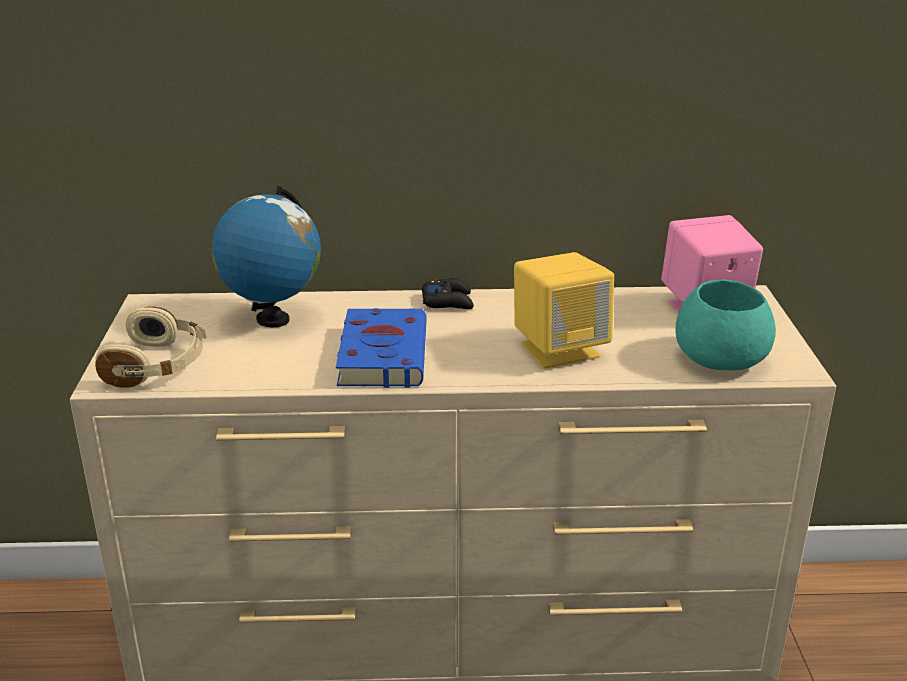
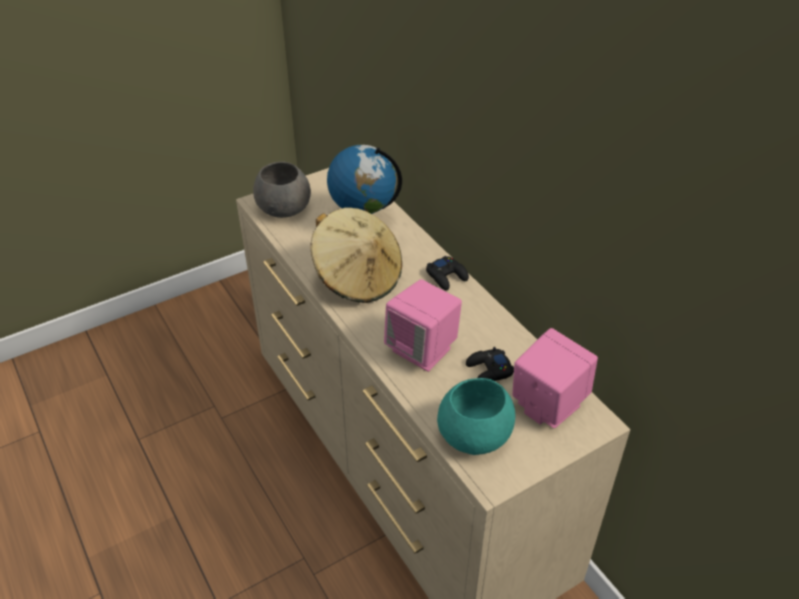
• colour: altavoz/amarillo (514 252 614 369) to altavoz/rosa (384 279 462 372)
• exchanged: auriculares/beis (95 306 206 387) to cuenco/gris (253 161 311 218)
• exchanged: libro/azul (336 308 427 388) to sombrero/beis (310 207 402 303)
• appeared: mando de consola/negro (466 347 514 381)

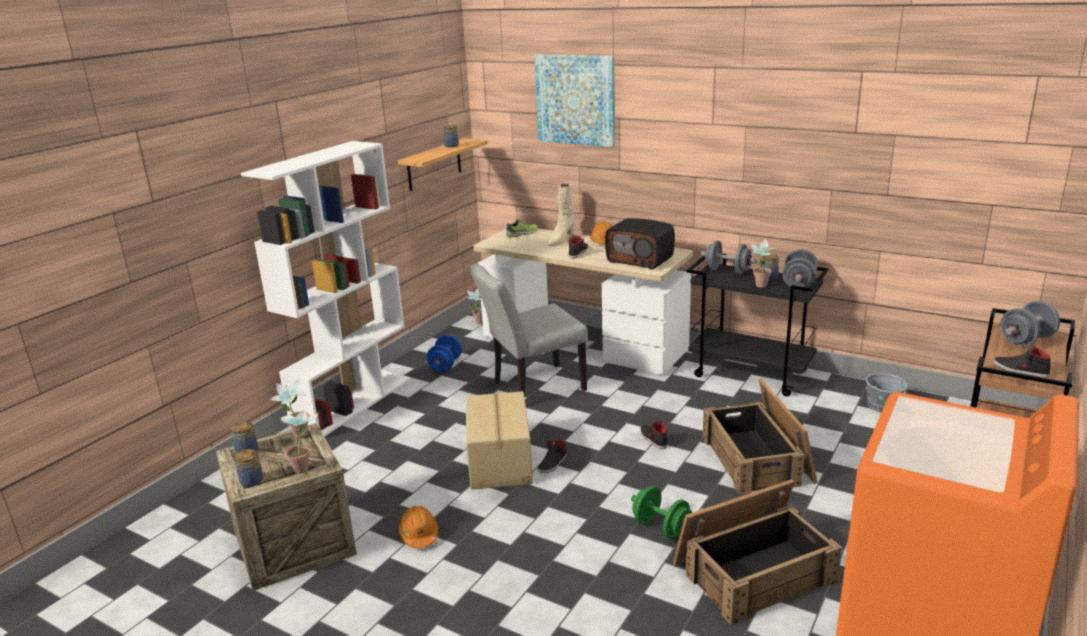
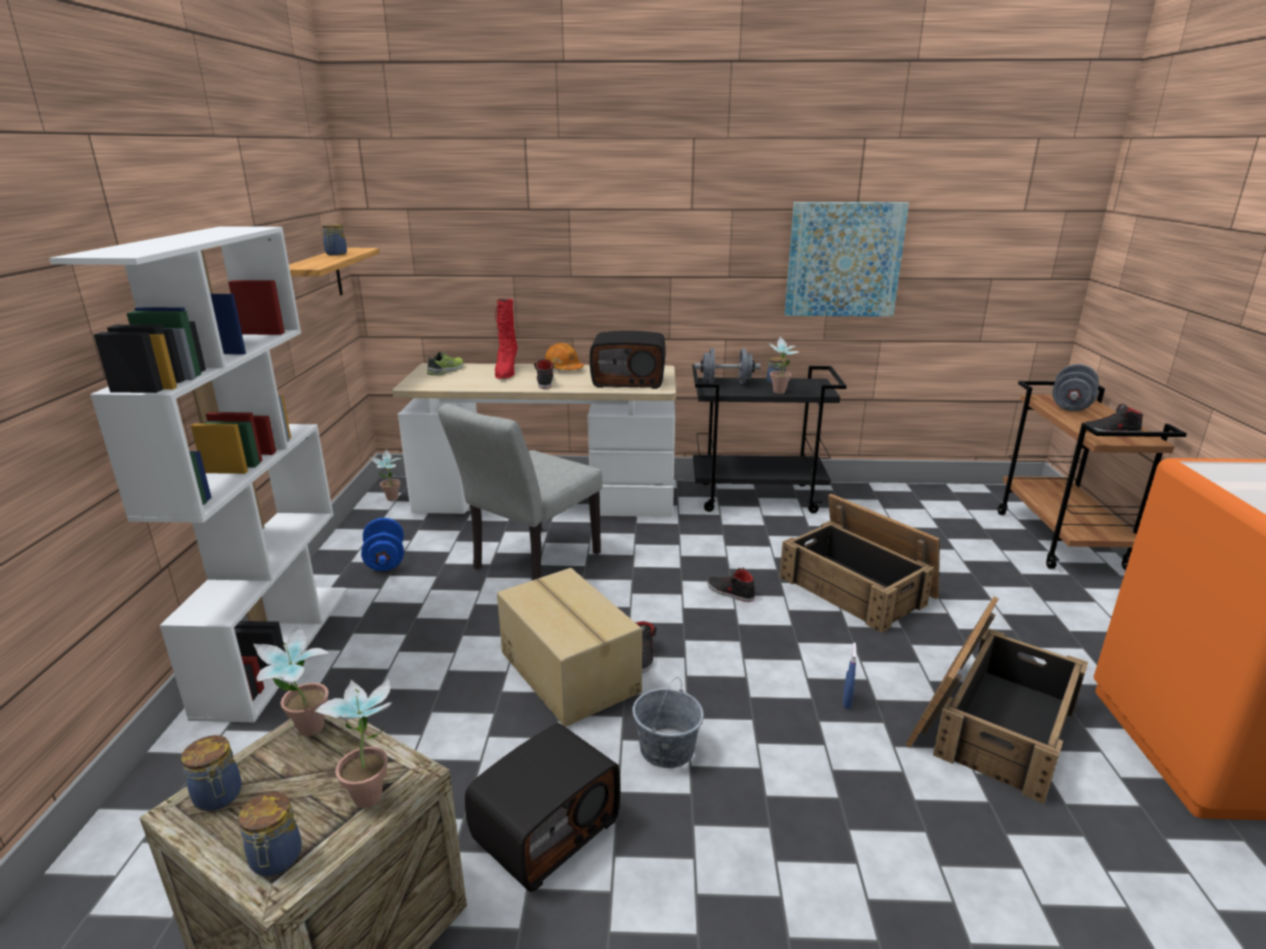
• relocated: cuadro (534 54 615 147) to (785 202 909 317)
• colour: bota/beis (548 184 576 246) to bota/rojo (495 299 518 379)
• missing: mancuerna/gris (782 249 818 287)
• relocated: cubo/gris (866 364 908 412) to (632 677 704 768)
• exchanged: mancuerna/verde (631 486 692 539) to pulverizador/azul (843 643 857 709)
• exchanged: casco/naranja (399 506 438 548) to radio (465 723 621 892)

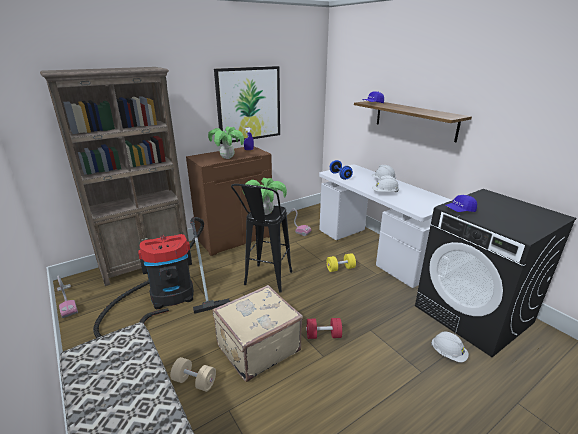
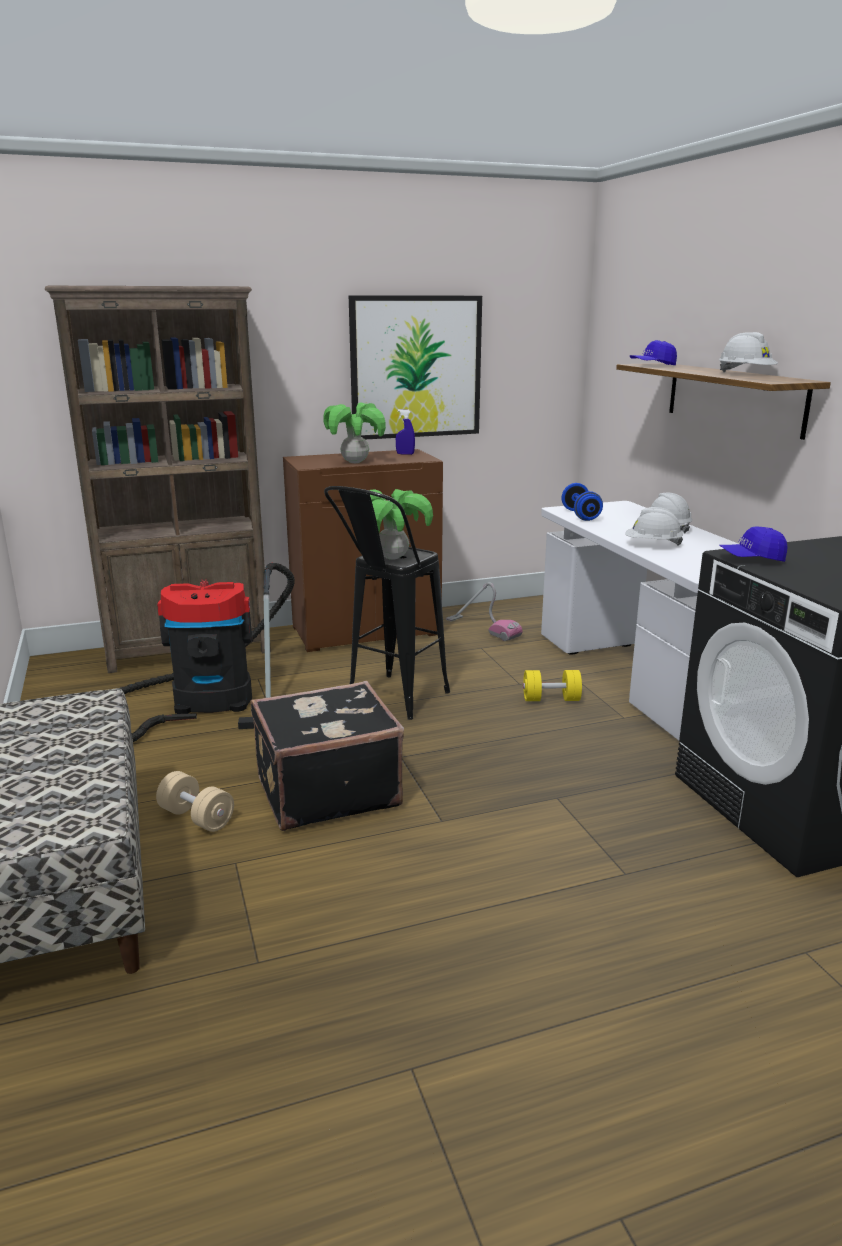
• missing: aspiradora (57 275 78 318)
• colour: maleta/beis (212 285 303 382) to maleta/negro (251 681 404 831)
• missing: mancuerna/rojo (306 318 342 339)
• relocated: casco/blanco (431 332 469 362) to (719 332 778 372)

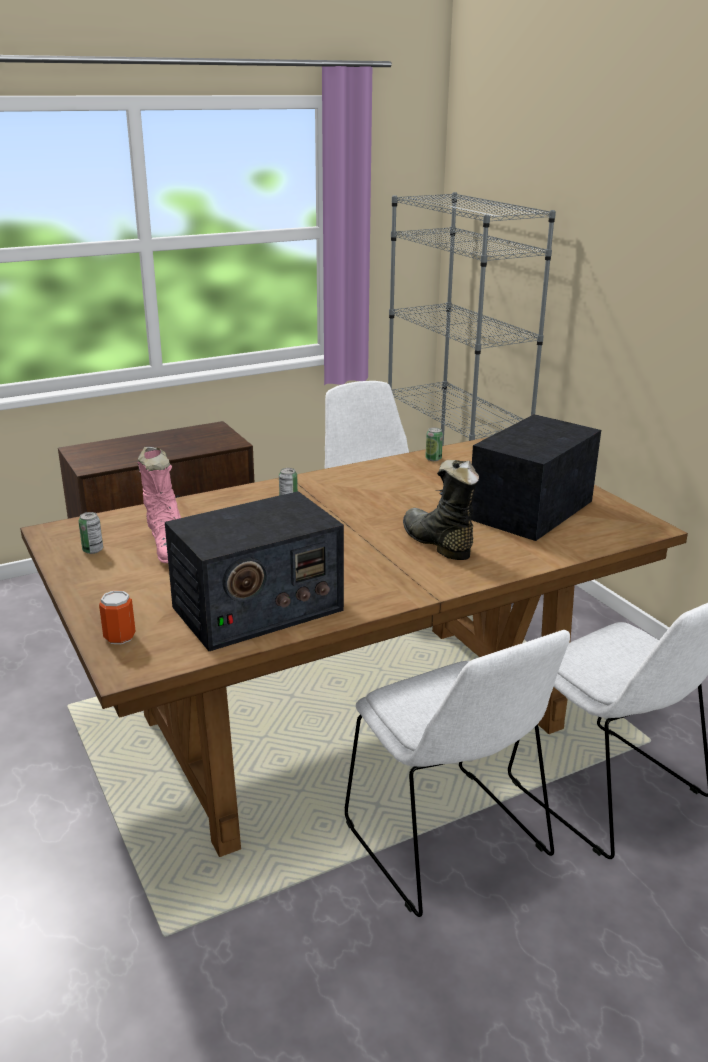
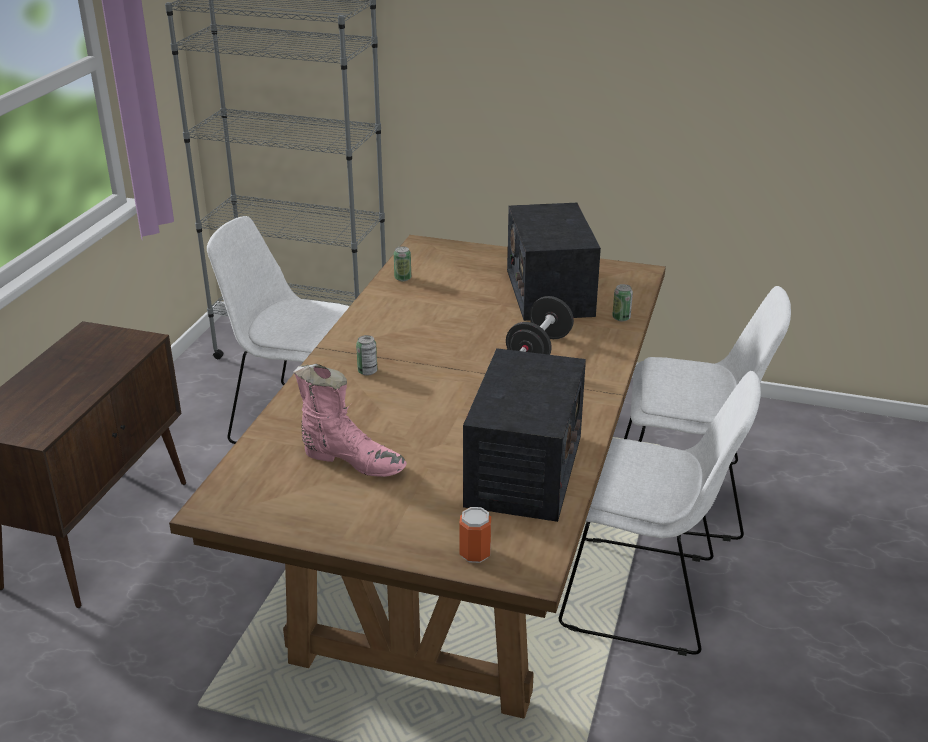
• exchanged: bota/negro (403 460 479 560) to mancuerna/negro (506 296 574 355)
• relocated: lata (78 512 103 554) to (612 284 633 321)

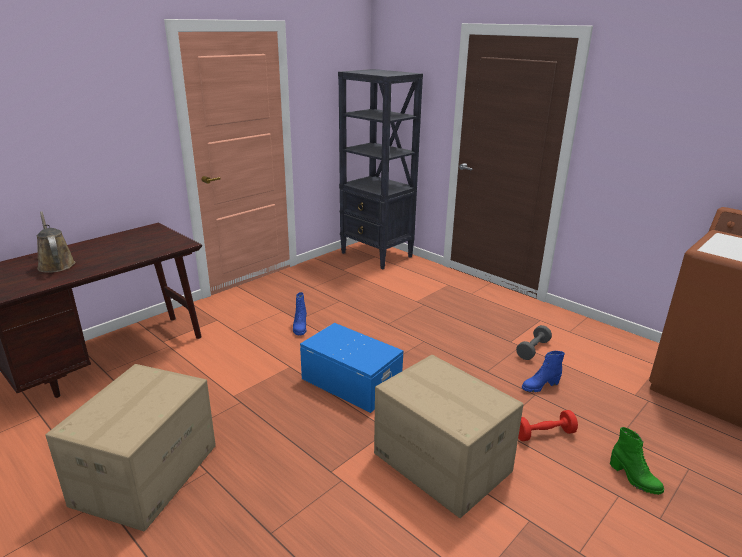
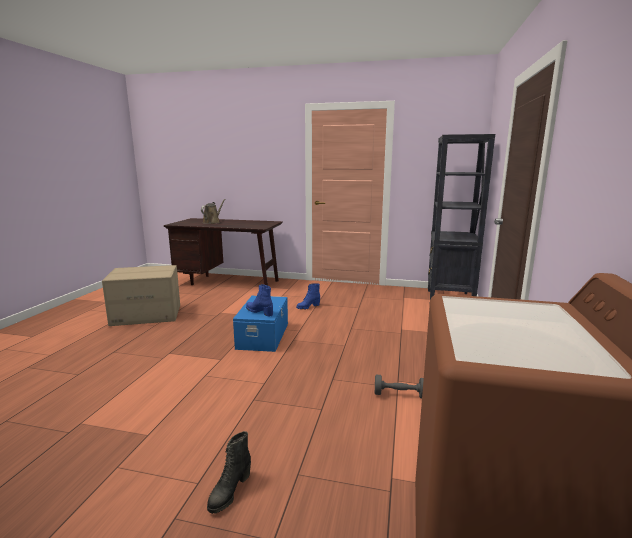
• relocated: bota/azul (522 351 565 392) to (246 284 273 316)
• missing: caja de cartón (374 355 523 518)
• missing: mancuerna/rojo (518 410 578 441)
• colour: bota/verde (610 427 664 495) to bota/negro (207 431 251 514)

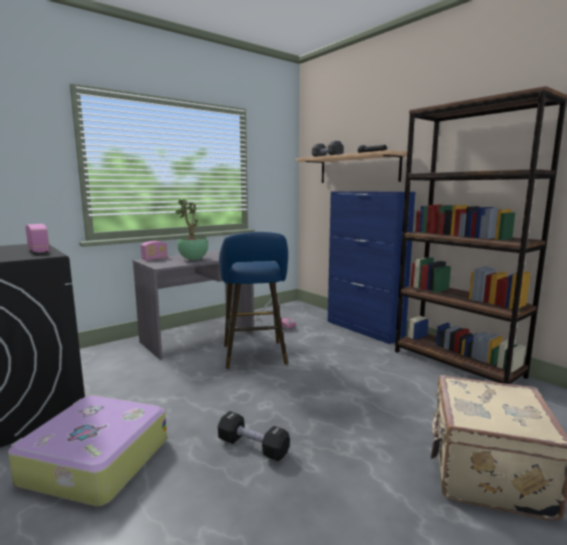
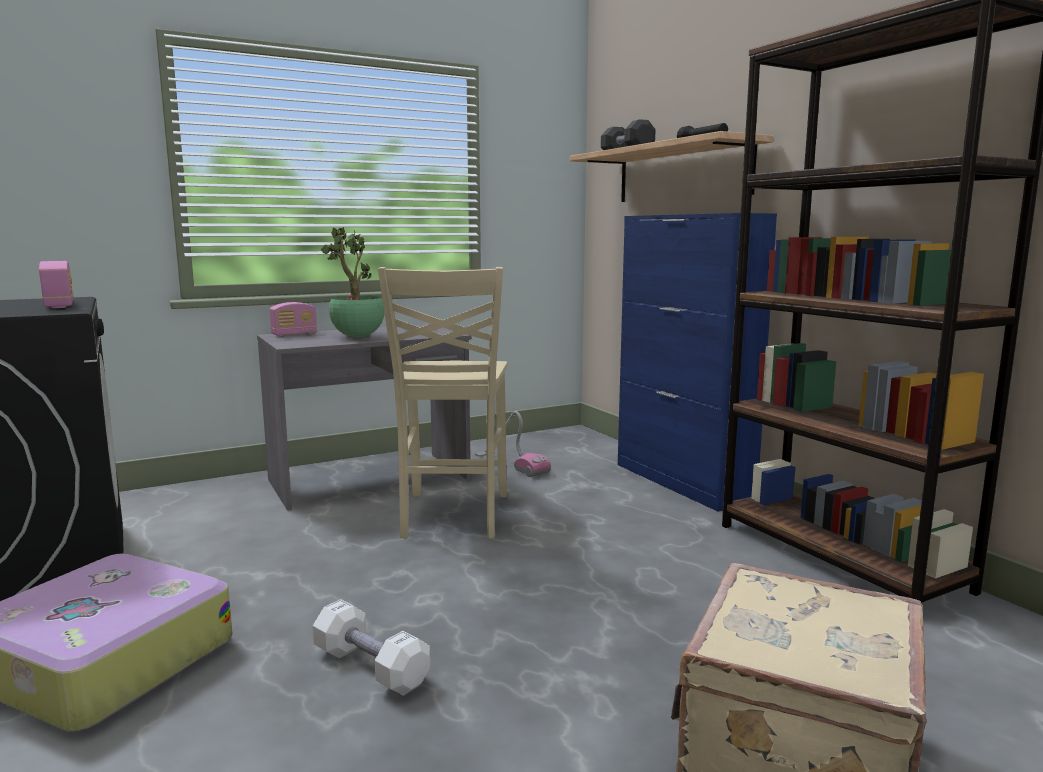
• exchanged: taburete/azul (219 232 288 369) to silla/beis (378 267 507 539)
• colour: mancuerna/negro (218 411 290 461) to mancuerna/blanco (313 599 430 696)

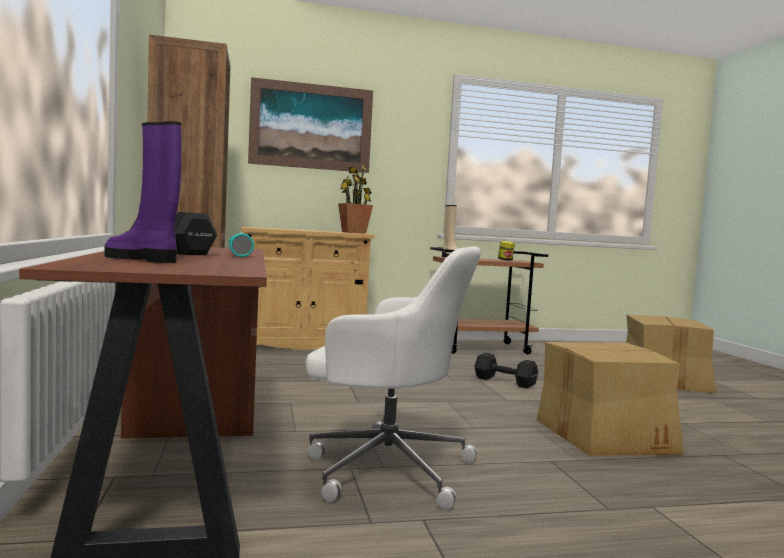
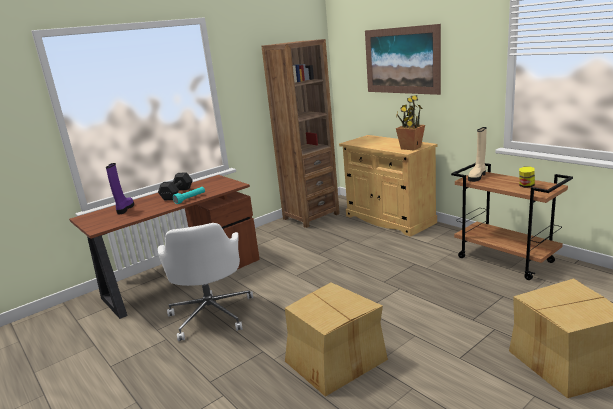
• missing: mancuerna/negro (474 353 538 389)

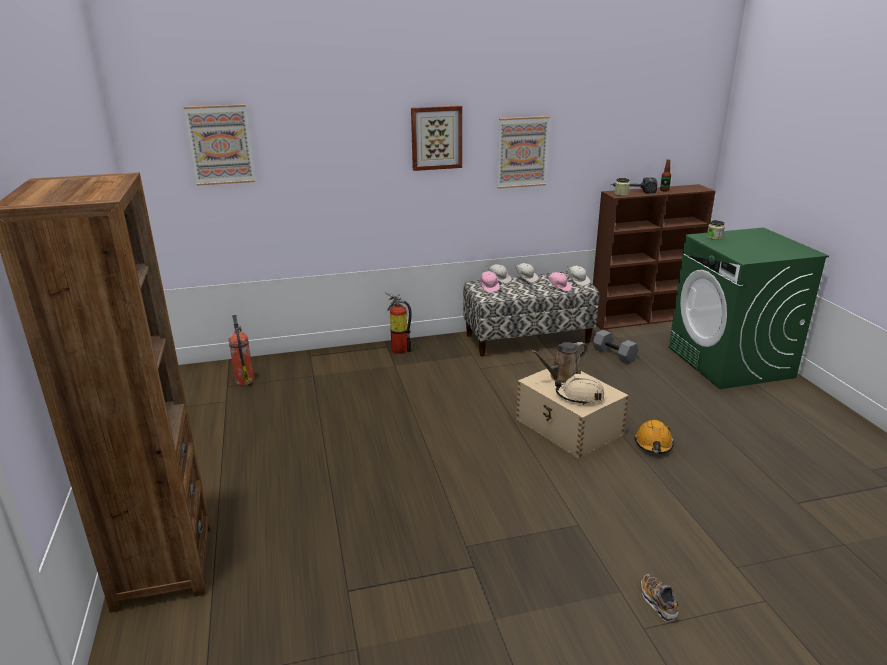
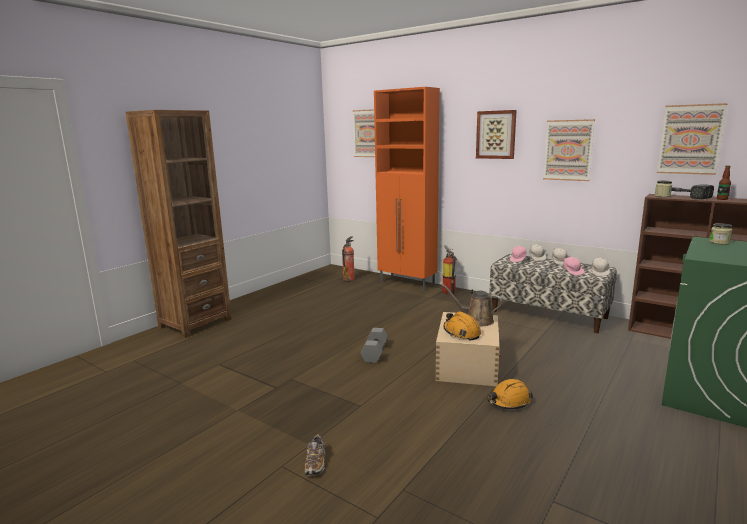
• relocated: mancuerna/gris (593 330 638 363) to (360 328 388 363)
• colour: casco/beis (555 374 605 405) to casco/naranja (443 312 481 341)
• spun: zapato (641 574 678 622) = (305 434 326 476) 150 degrees clockwise
• appeared: armario/naranja (374 87 440 290)
• appeared: cuadro (657 103 728 175)

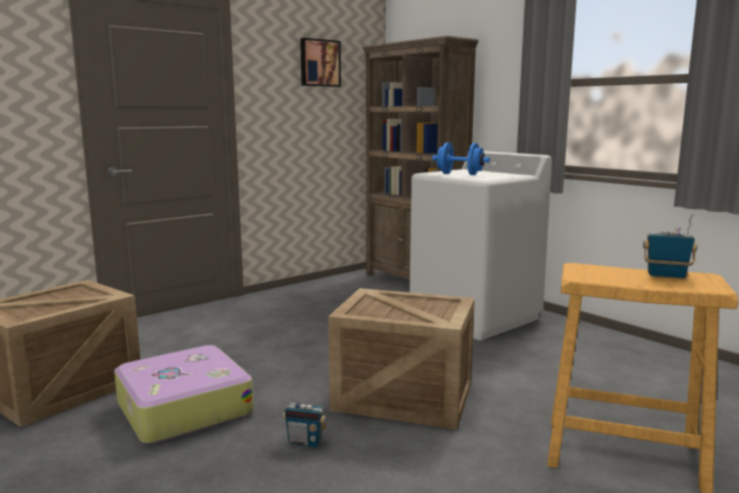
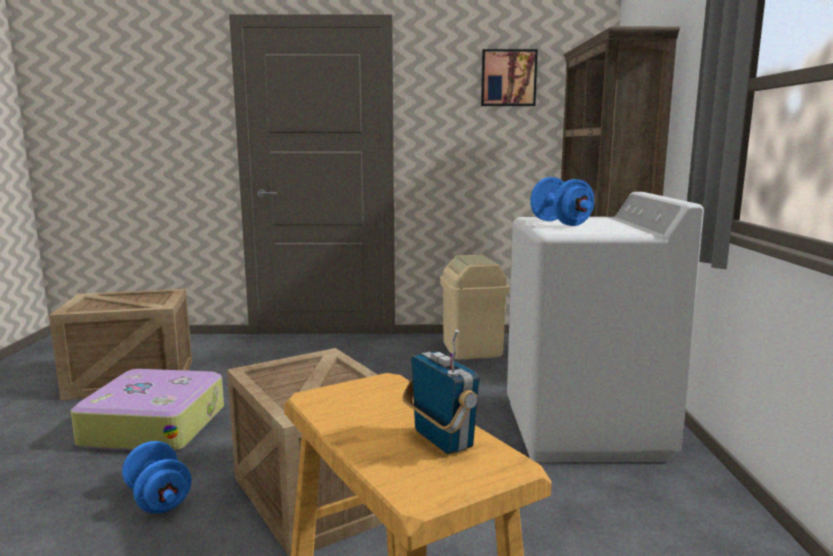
• exchanged: radio (283 385 327 447) to mancuerna/azul (122 441 192 514)
• appeared: papelera/beis (440 255 510 359)

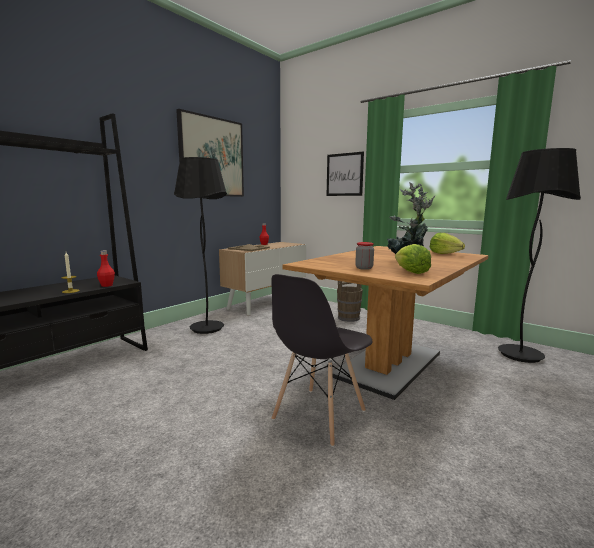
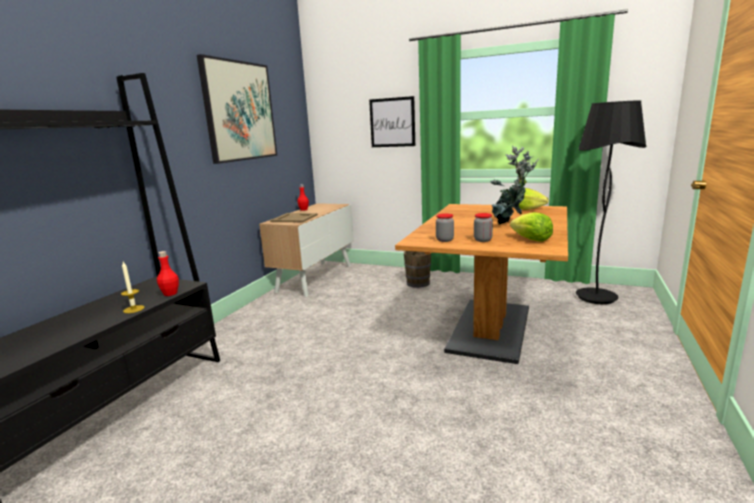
• missing: lámpara de pie/negro (174 157 227 334)
• missing: silla/gris (271 274 373 447)
• appeared: tarro (436 213 454 242)

